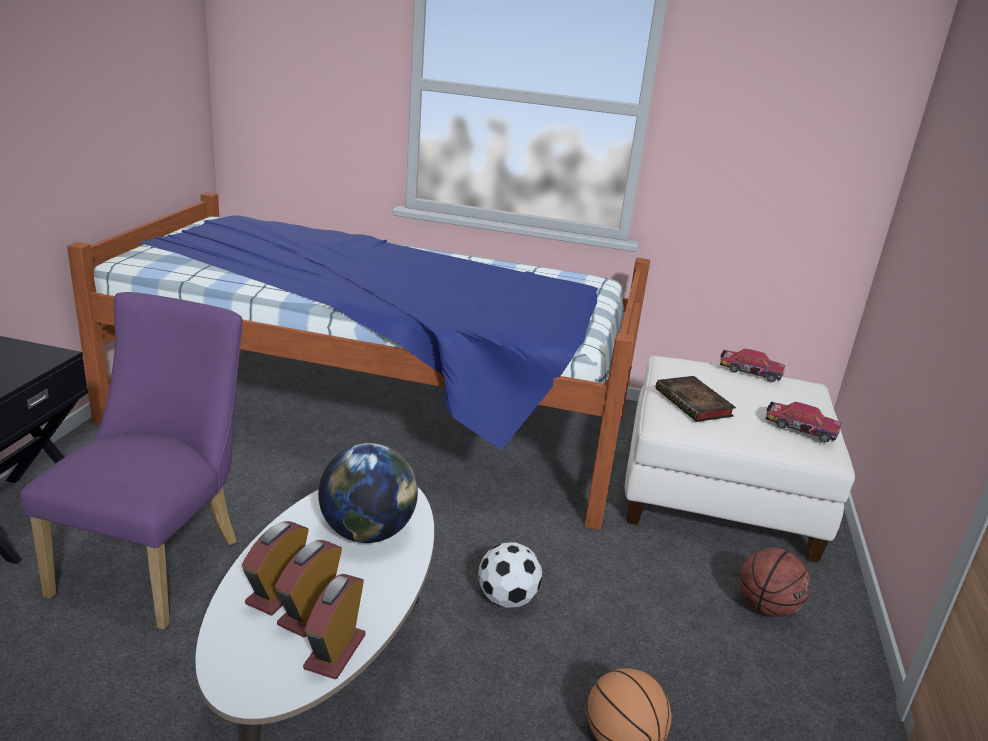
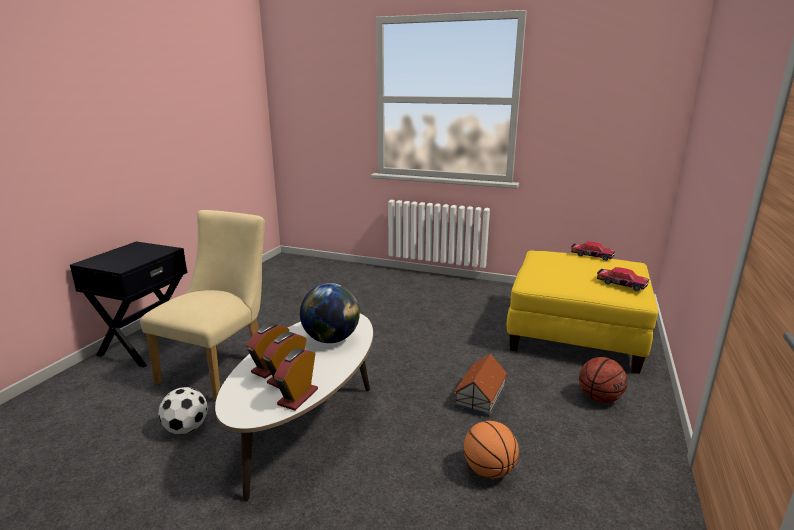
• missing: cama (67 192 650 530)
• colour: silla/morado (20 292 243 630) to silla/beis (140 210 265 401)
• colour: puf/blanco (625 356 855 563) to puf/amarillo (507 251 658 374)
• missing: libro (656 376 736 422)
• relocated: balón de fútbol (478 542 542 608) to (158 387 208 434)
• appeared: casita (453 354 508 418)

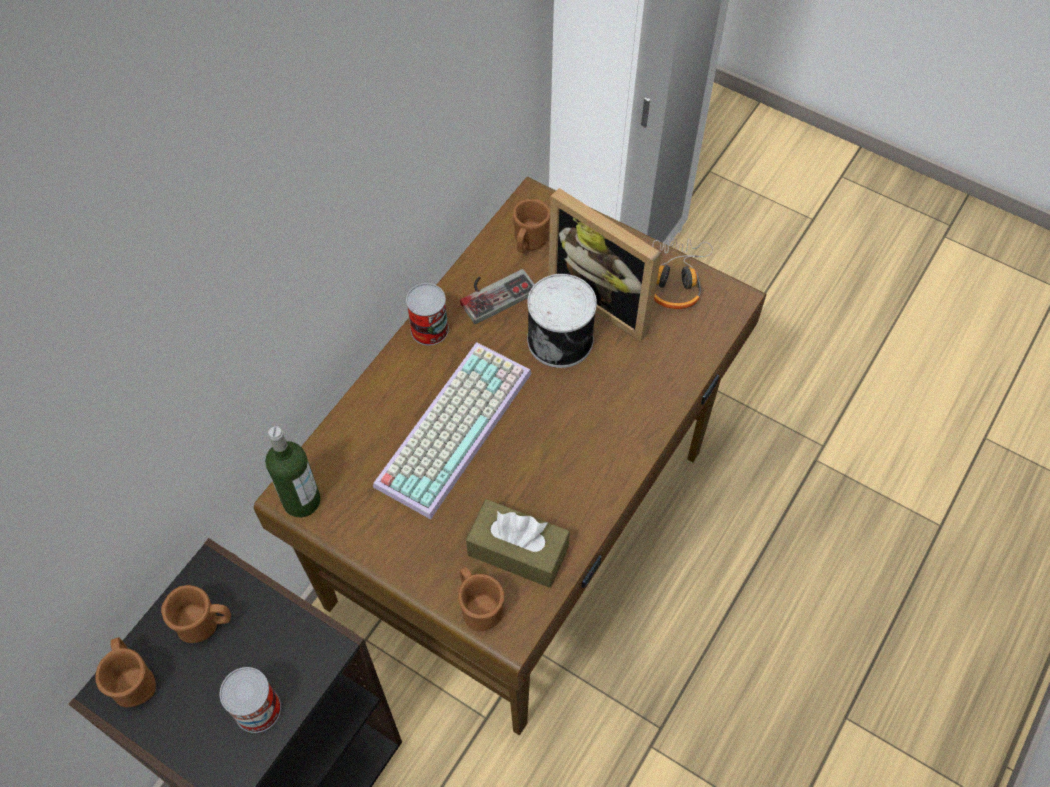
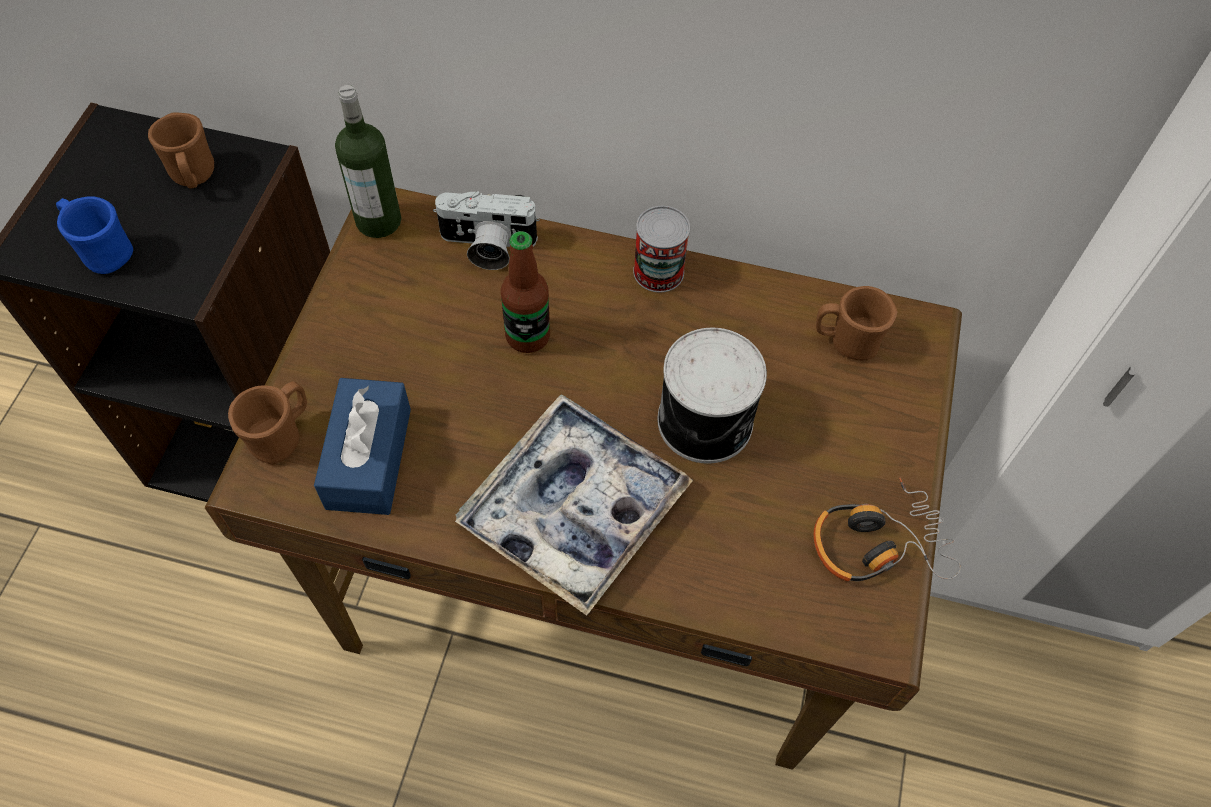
• missing: portarretratos (548 188 662 342)
• missing: mando de consola (460 269 535 324)
• exchanged: teclado (373 342 532 519) to botella (501 231 550 353)
• colour: caja de pañuelos/marrón (466 499 570 588) to caja de pañuelos/azul (314 378 411 515)
• missing: taza grande/marrón (95 637 156 707)
• exchanged: lata (220 667 281 733) to taza grande/azul (56 196 133 274)
• appeared: cámara (433 191 540 270)
• appeared: bandeja (455 394 693 616)

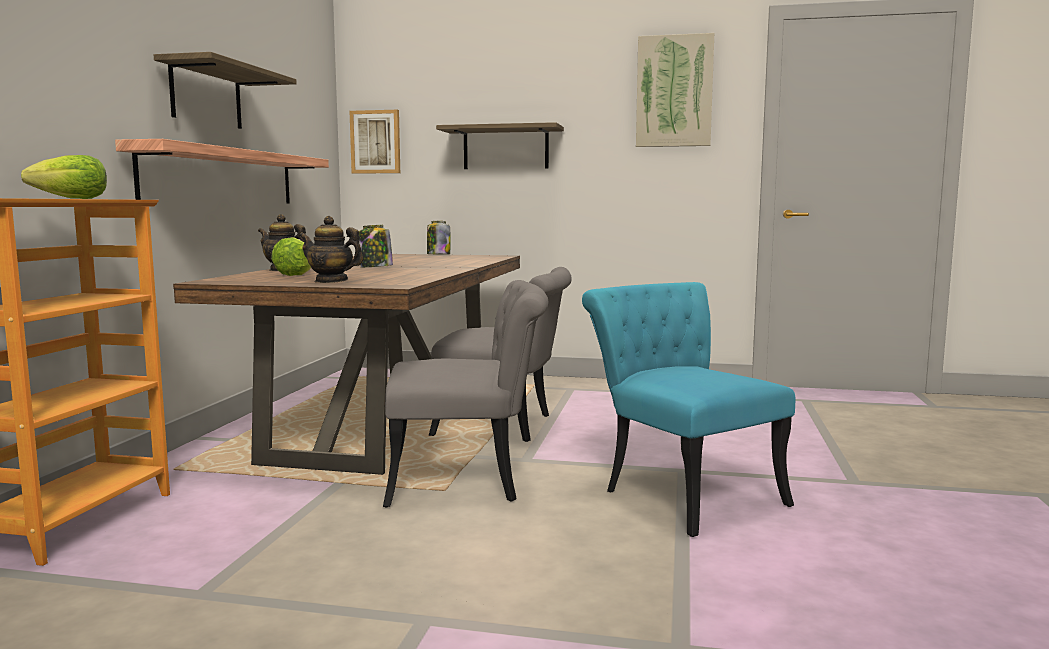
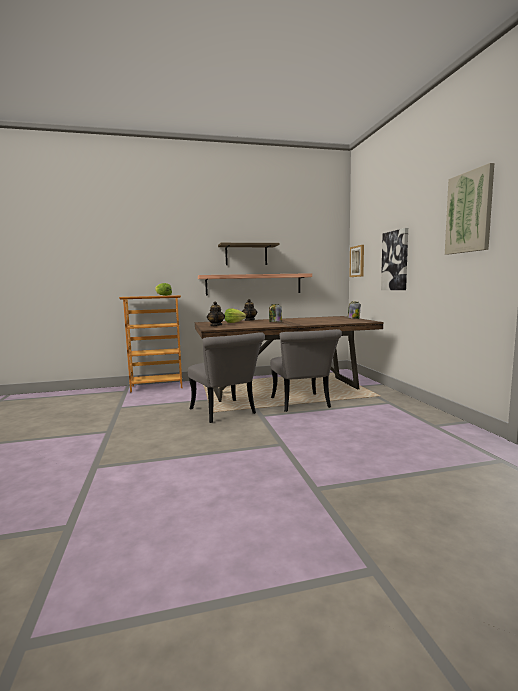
• exchanged: estante (436 122 564 169) to cuadro (381 228 408 290)
• missing: silla/turquesa (582 282 795 537)

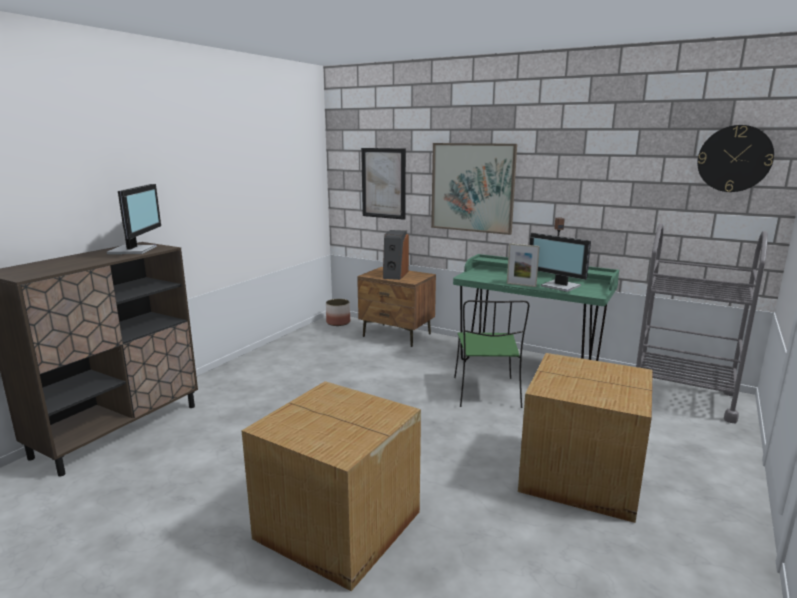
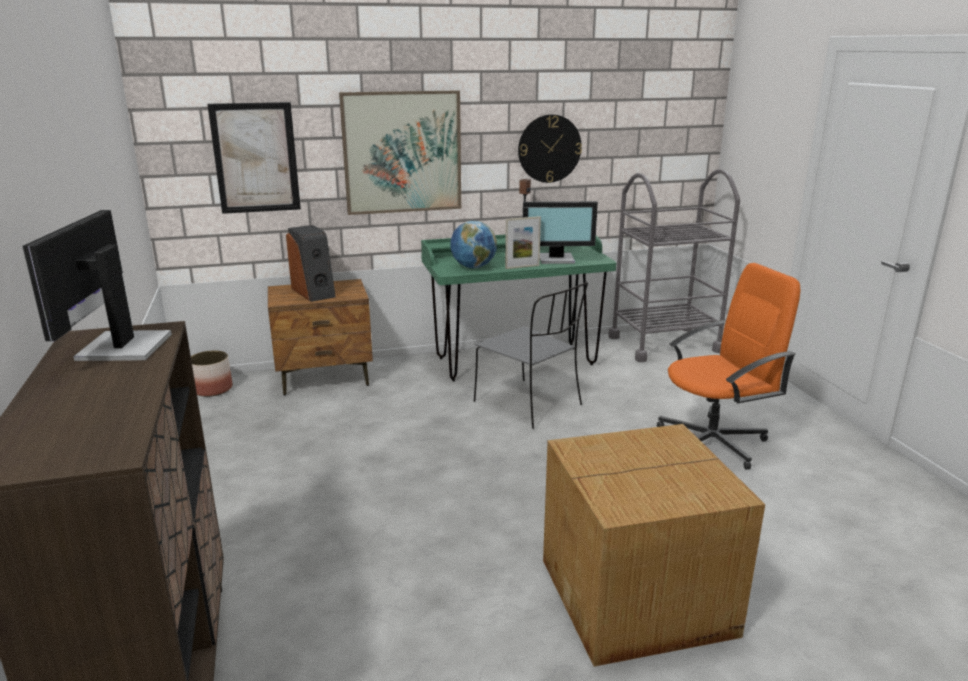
• relocated: reloj de pared (697 125 774 192) to (518 114 582 183)
• spun: monitor (107 184 161 254) = (22 210 172 361) 135 degrees counterclockwise
• colour: silla/verde (454 300 529 408) to silla/gris (474 282 588 429)
• exchanged: caja de cartón (518 353 653 523) to silla de oficina/naranja (657 263 800 470)
• appeared: globo terráqueo (451 221 497 268)

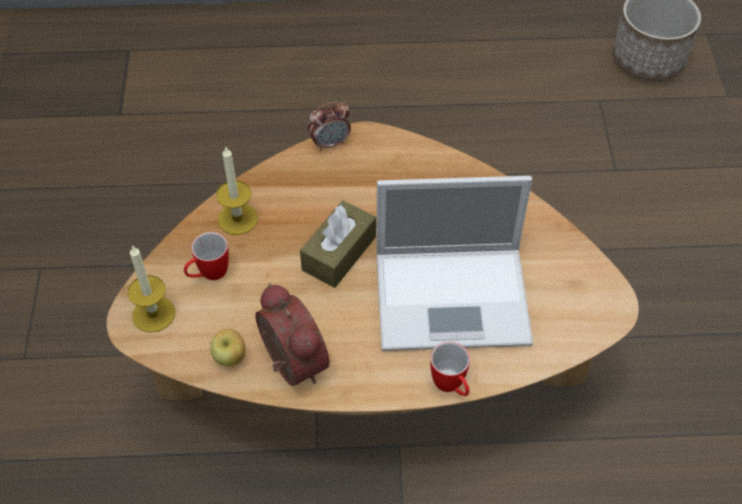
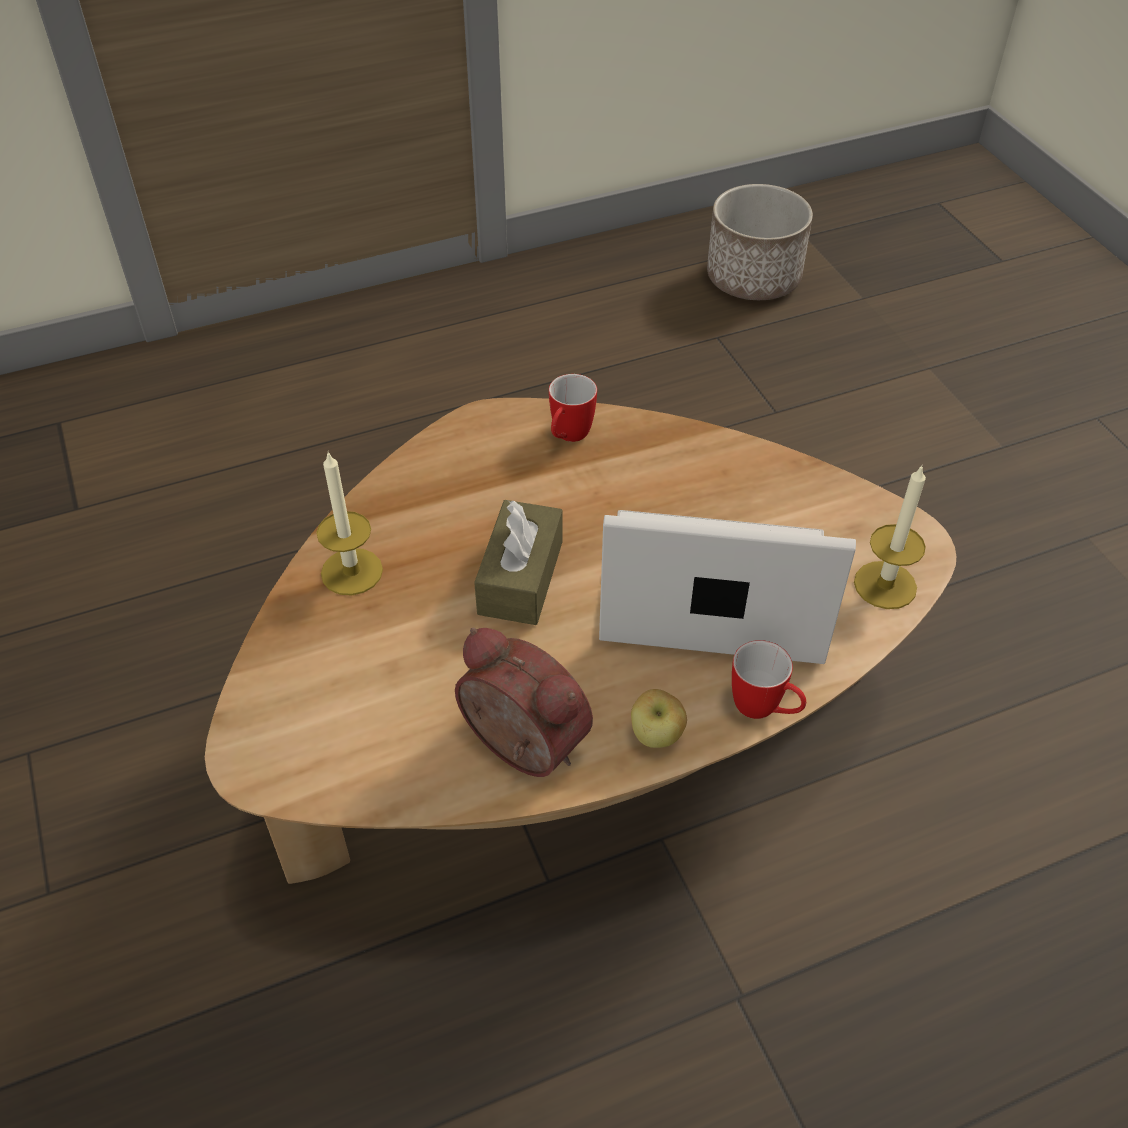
• missing: despertador (308 102 351 151)
• spun: portátil (376 176 533 351) = (599 510 856 664) 150 degrees counterclockwise
• relocated: taza grande (184 232 229 280) to (549 374 597 442)
• relocated: vela (128 245 175 333) to (854 465 926 609)
• relocated: manzana (211 328 245 366) to (631 689 687 748)

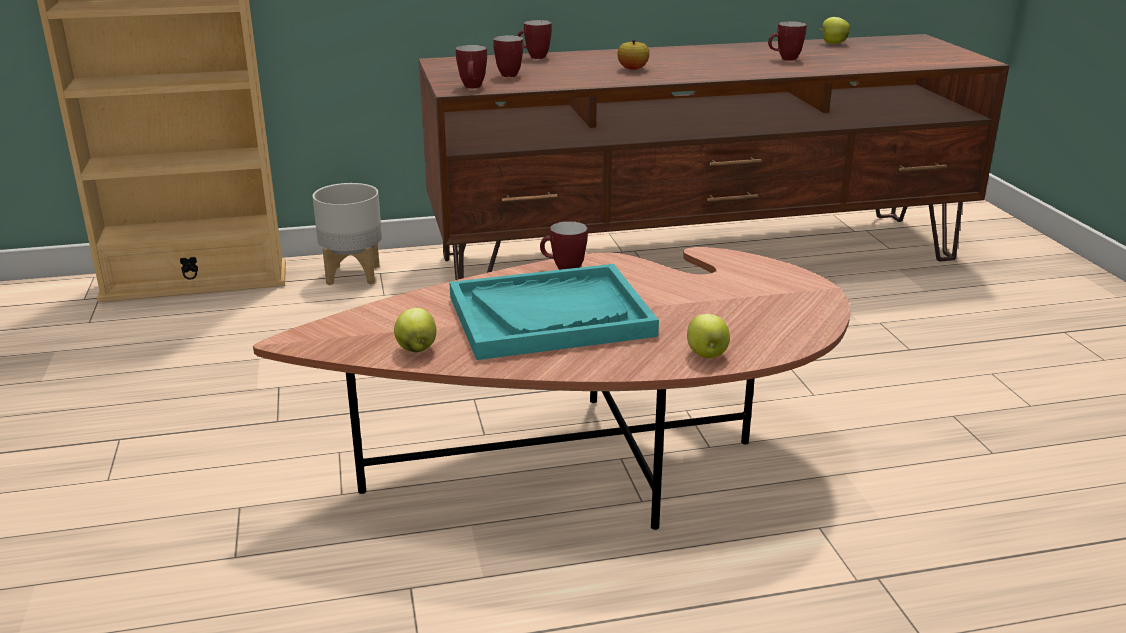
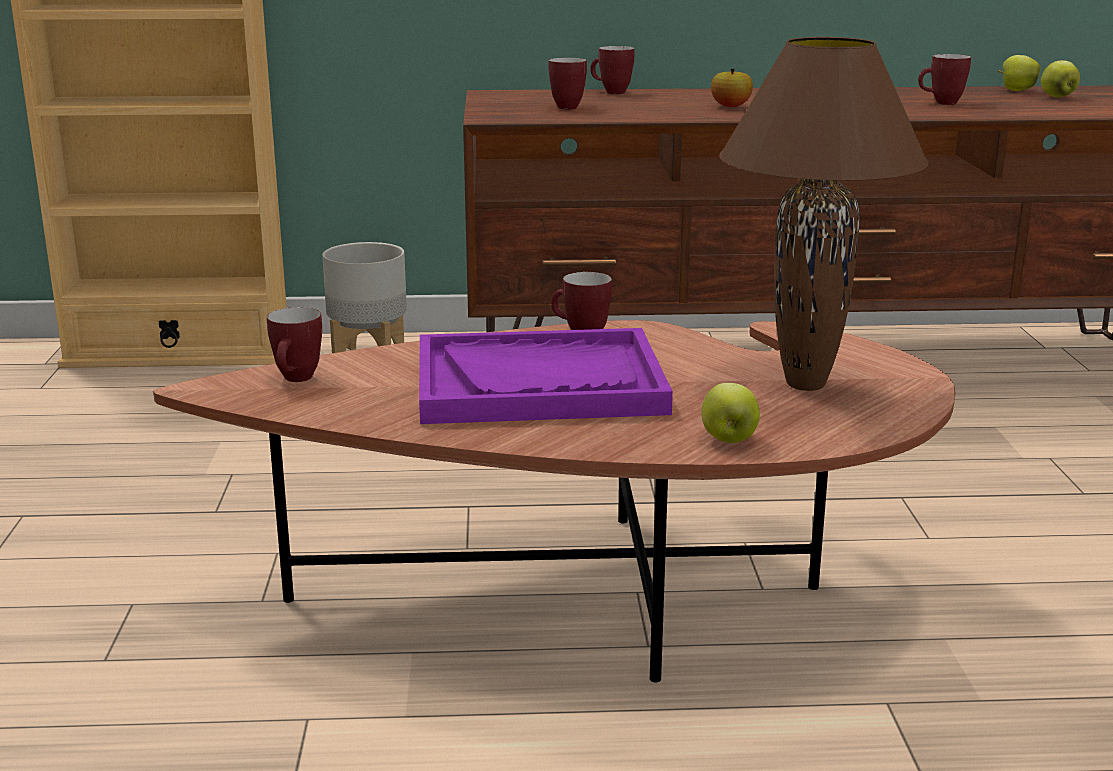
• relocated: taza grande (456 45 487 88) to (267 307 322 382)
• colour: bandeja/turquesa (449 264 659 360) to bandeja/morado (419 328 673 424)
• relocated: manzana (394 308 436 352) to (1041 60 1080 97)
• appeared: lámpara de mesa/marrón (719 37 929 391)

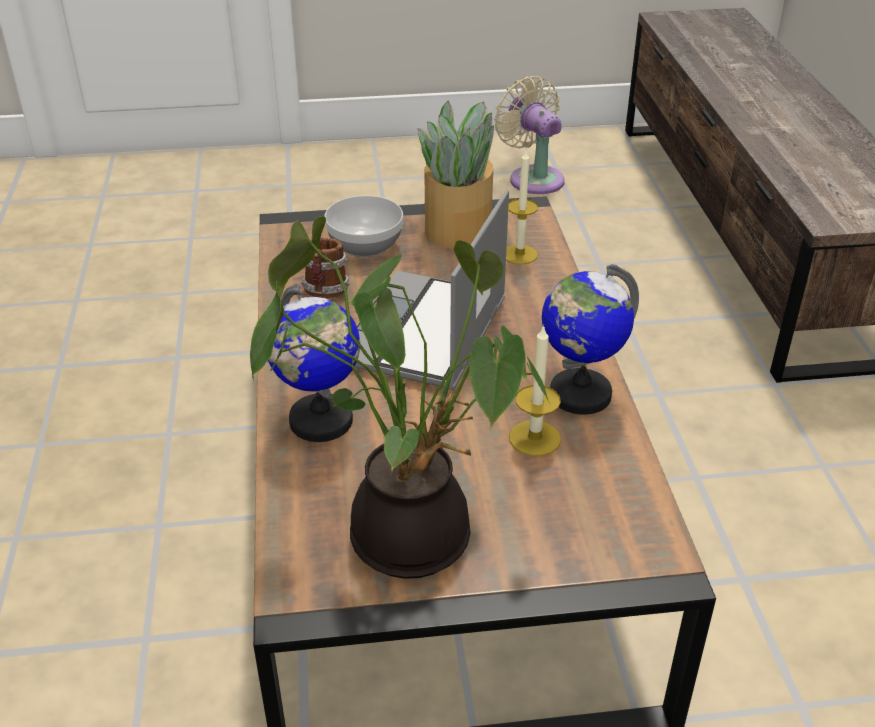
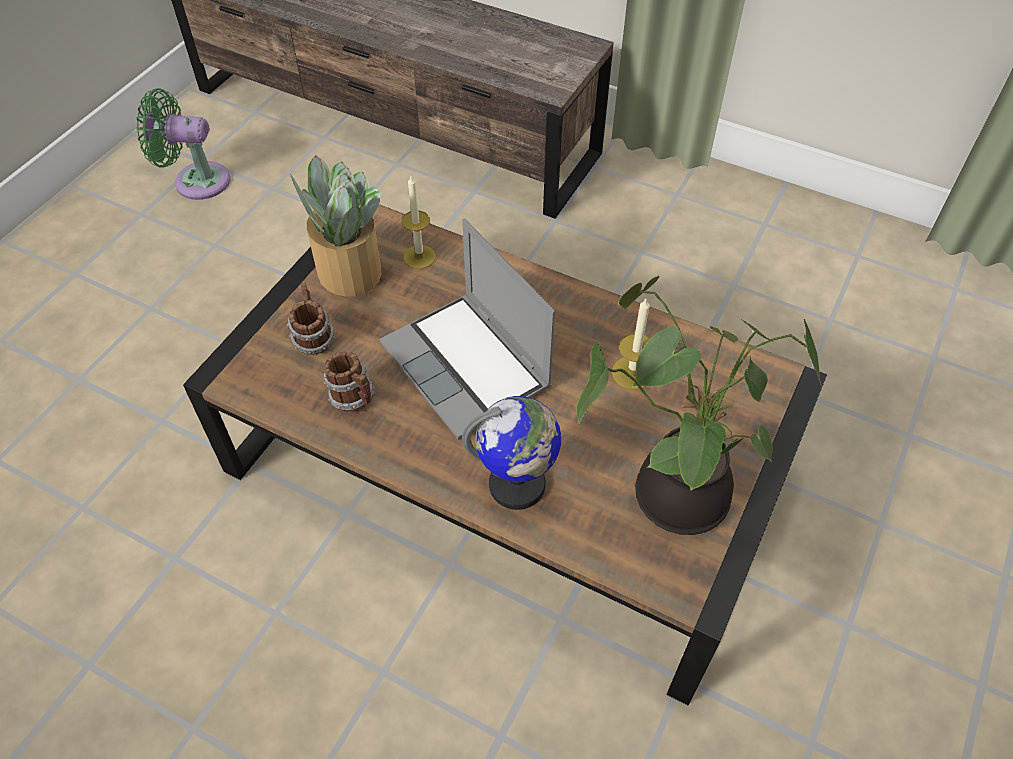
• colour: ventilador/beis (494 76 565 194) to ventilador/verde (137 88 230 200)
• exchanged: cuenco (324 195 403 257) to taza grande (287 283 335 355)
• missing: globo terráqueo (542 264 639 415)

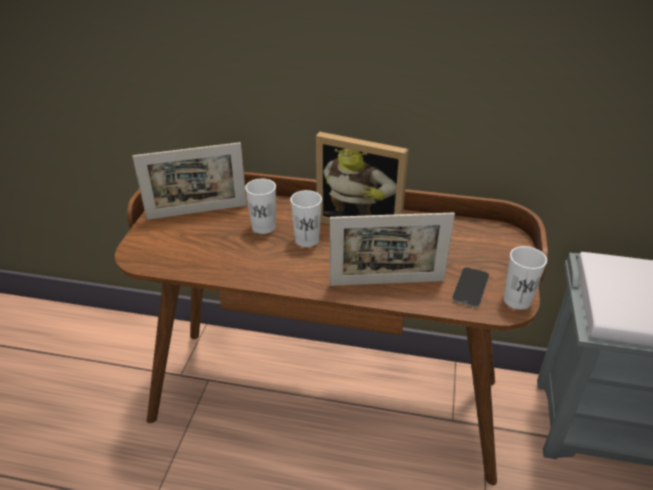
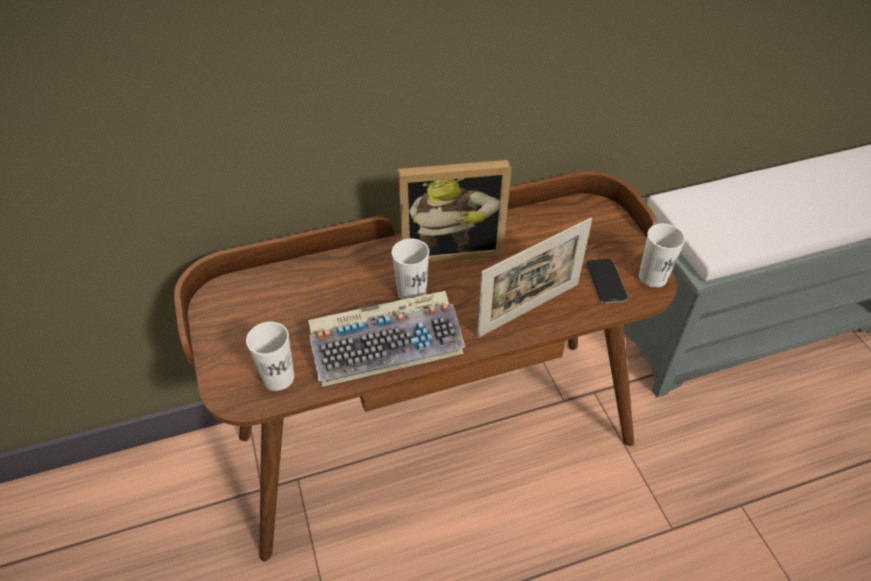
• missing: portarretratos (132 142 247 220)
• relocated: taza/blanco (245 179 276 234) to (246 322 294 391)
• appeared: teclado (308 291 465 387)

